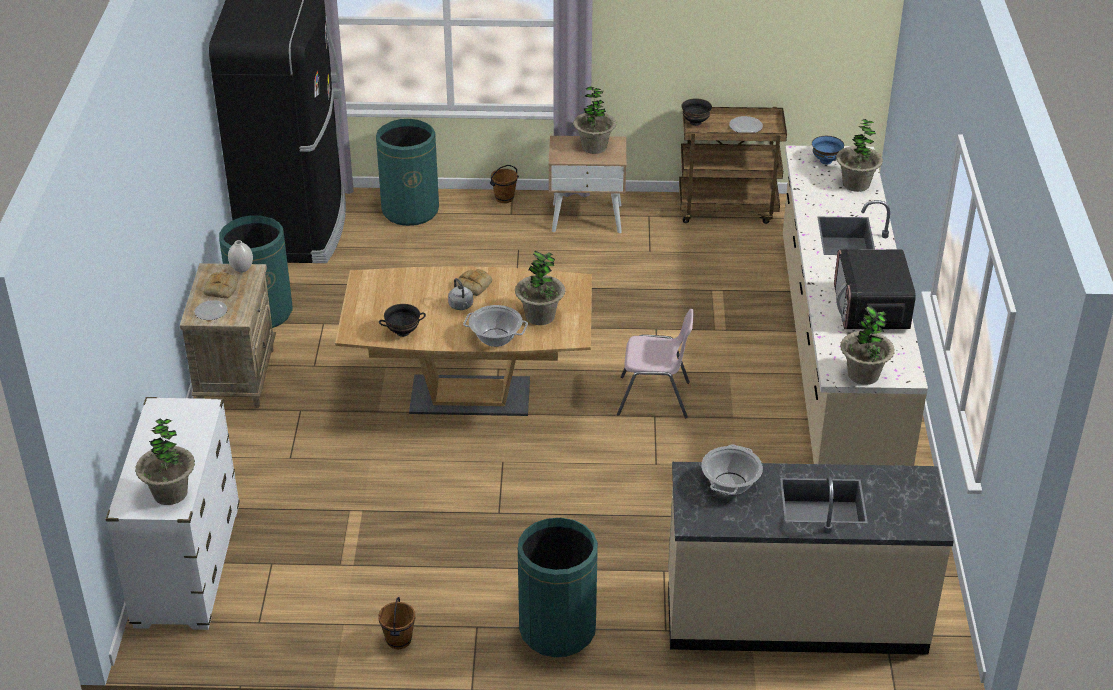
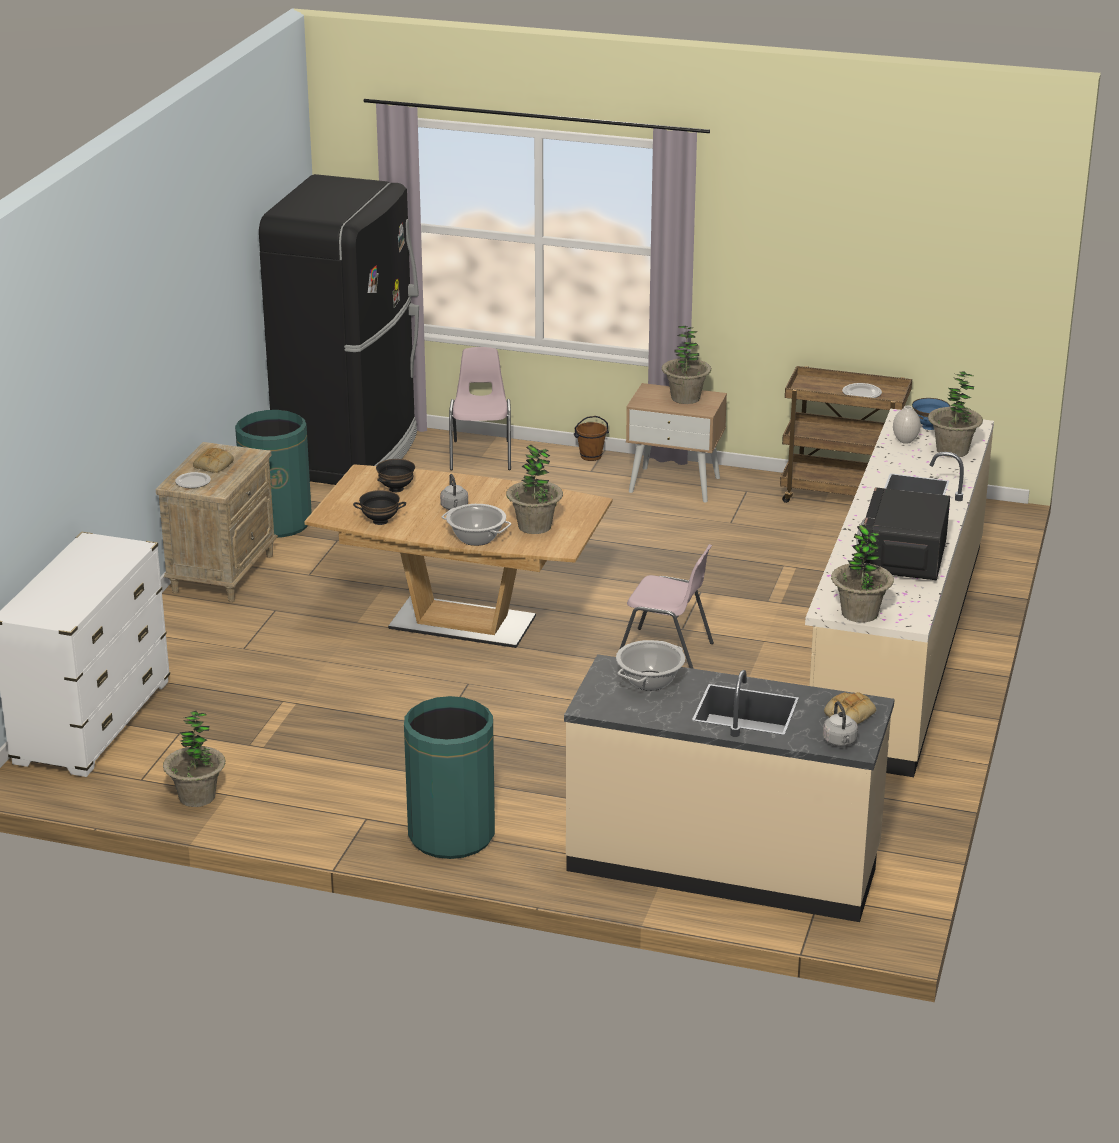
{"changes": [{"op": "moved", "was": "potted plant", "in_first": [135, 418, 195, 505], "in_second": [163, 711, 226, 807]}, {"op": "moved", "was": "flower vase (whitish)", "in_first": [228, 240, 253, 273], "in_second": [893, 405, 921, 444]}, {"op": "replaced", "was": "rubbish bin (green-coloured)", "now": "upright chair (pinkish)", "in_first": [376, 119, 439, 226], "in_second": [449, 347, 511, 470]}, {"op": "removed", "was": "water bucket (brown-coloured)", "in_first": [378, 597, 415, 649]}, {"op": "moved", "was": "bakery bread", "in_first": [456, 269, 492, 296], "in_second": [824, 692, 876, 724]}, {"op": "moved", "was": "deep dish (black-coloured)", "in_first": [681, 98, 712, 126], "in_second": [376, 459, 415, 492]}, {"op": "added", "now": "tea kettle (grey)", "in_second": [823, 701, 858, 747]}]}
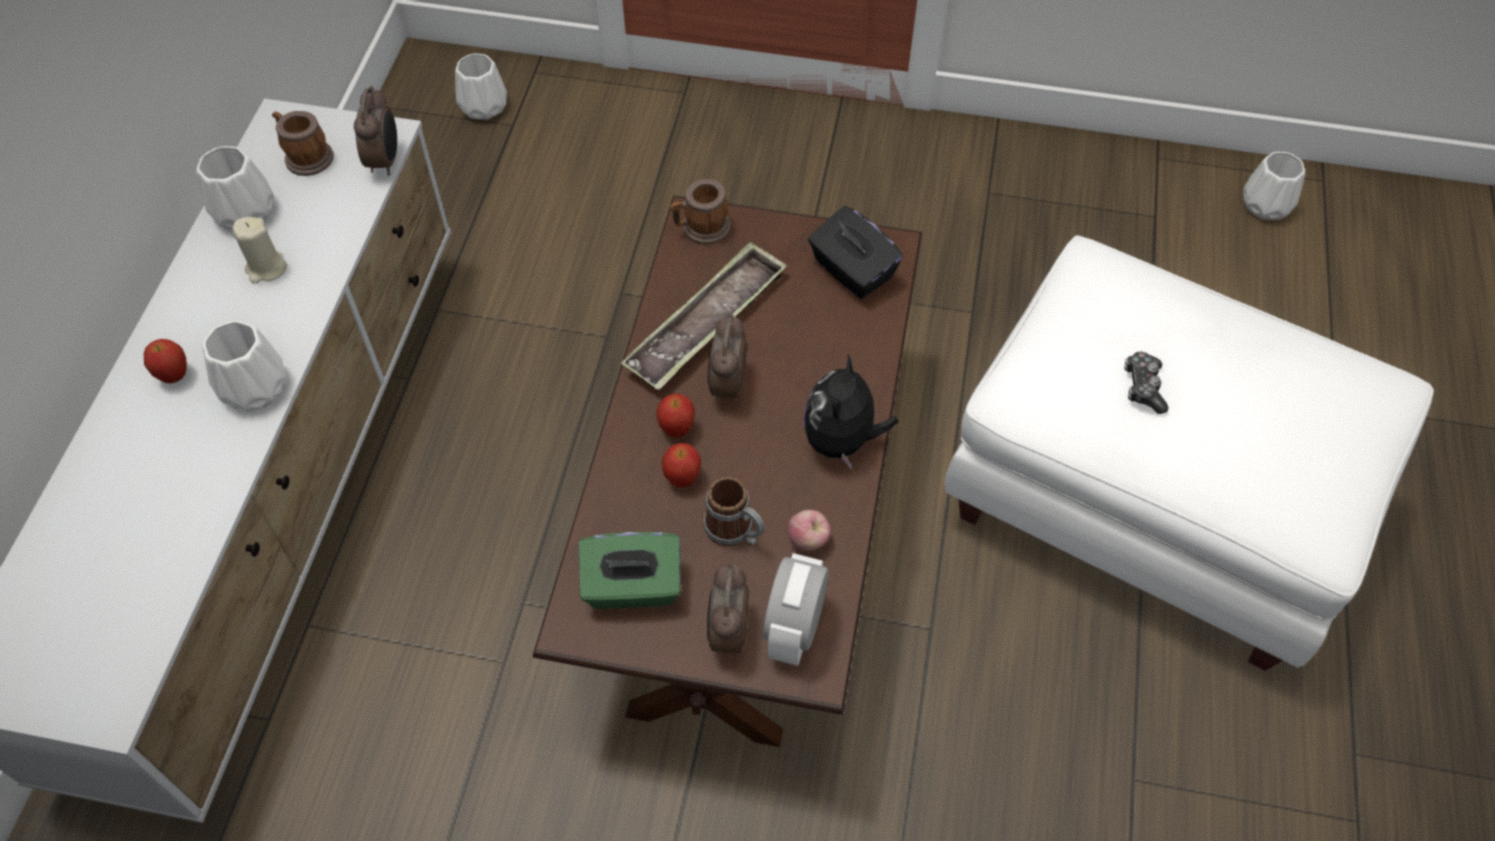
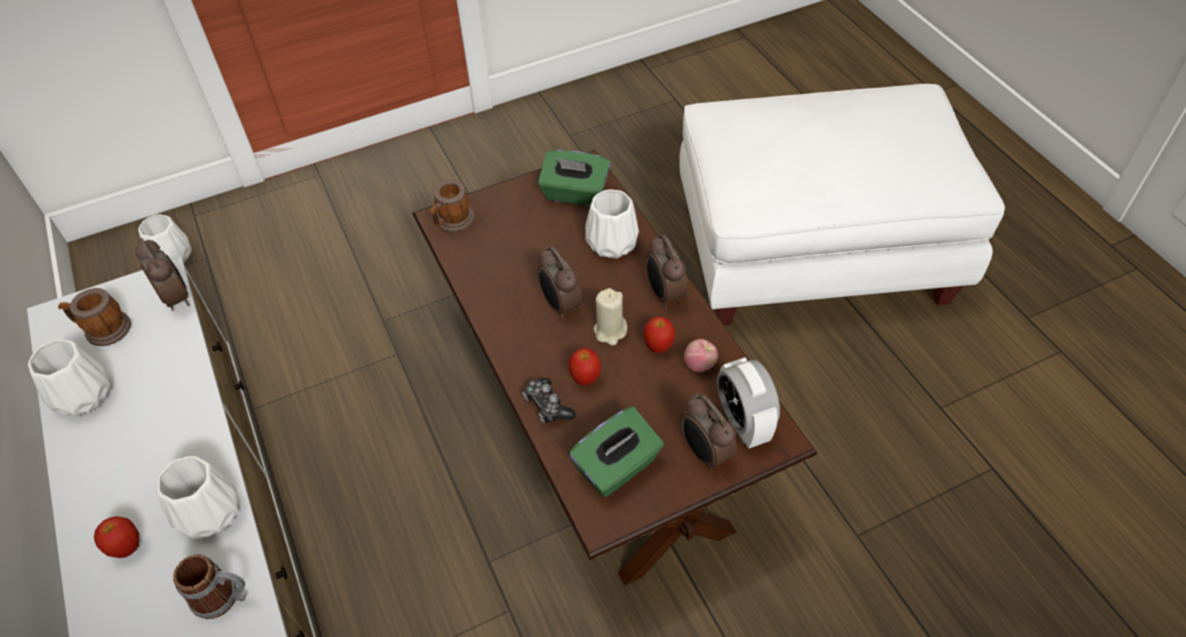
{"changes": [{"op": "moved", "was": "wax candle (beige)", "in_first": [233, 217, 287, 284], "in_second": [594, 288, 627, 346]}, {"op": "removed", "was": "serving tray", "in_first": [621, 241, 787, 390]}, {"op": "moved", "was": "apple", "in_first": [656, 394, 695, 437], "in_second": [643, 316, 676, 353]}, {"op": "moved", "was": "tea mug", "in_first": [704, 477, 765, 547], "in_second": [173, 554, 246, 619]}, {"op": "replaced", "was": "cuddly toy", "now": "alarm clock", "in_first": [803, 354, 899, 470], "in_second": [646, 233, 687, 308]}, {"op": "recoloured", "was": "tissue box (black-coloured)", "now": "tissue box (green-coloured)", "in_first": [808, 206, 903, 299], "in_second": [538, 150, 611, 206]}, {"op": "moved", "was": "joypad", "in_first": [1124, 352, 1169, 414], "in_second": [523, 378, 576, 423]}, {"op": "moved", "was": "flower vase (whitish)", "in_first": [1243, 152, 1305, 220], "in_second": [585, 190, 639, 258]}]}
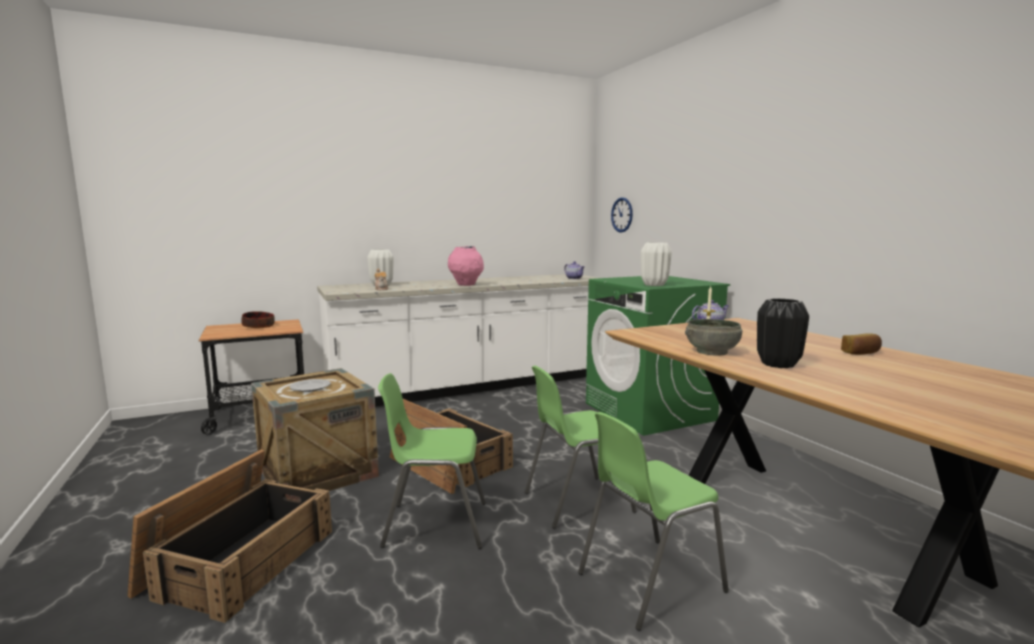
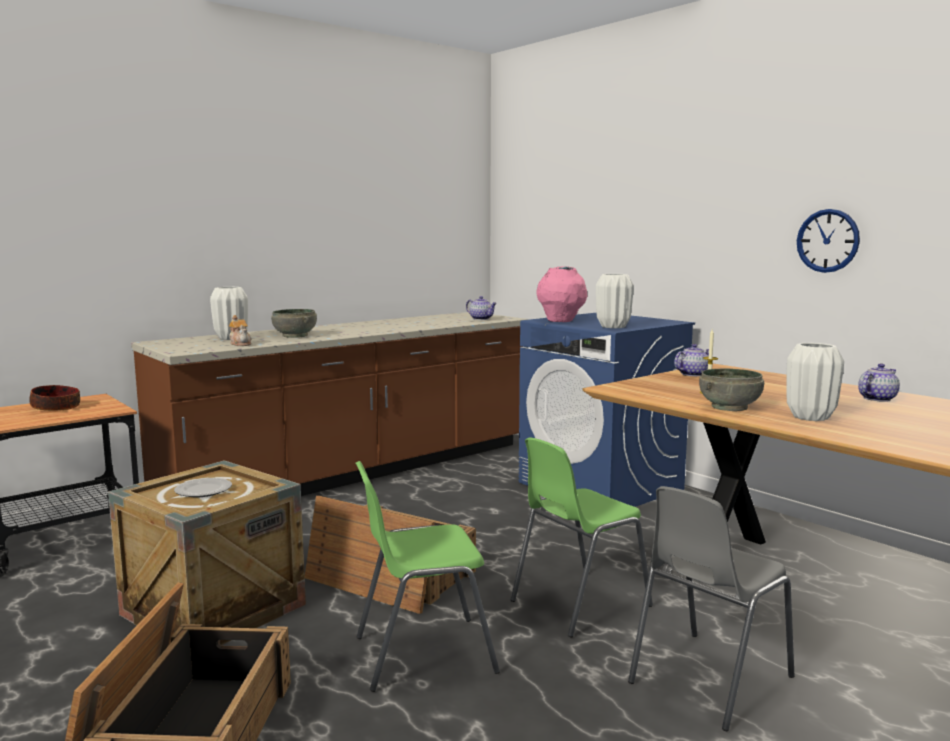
{"changes": [{"op": "recoloured", "was": "kitchen counter (whitish)", "now": "kitchen counter (brown-coloured)", "in_first": [317, 274, 598, 407], "in_second": [131, 312, 528, 496]}, {"op": "moved", "was": "flower vase (pinkish)", "in_first": [448, 246, 484, 286], "in_second": [536, 266, 587, 322]}, {"op": "recoloured", "was": "upright chair (green-coloured)", "now": "upright chair (grey)", "in_first": [578, 412, 729, 631], "in_second": [628, 486, 795, 731]}, {"op": "recoloured", "was": "laundry machine (green-coloured)", "now": "laundry machine (bluish)", "in_first": [586, 276, 730, 436], "in_second": [519, 313, 695, 507]}, {"op": "moved", "was": "hanging clock", "in_first": [611, 197, 633, 233], "in_second": [797, 209, 860, 273]}, {"op": "recoloured", "was": "flower vase (black-coloured)", "now": "flower vase (whitish)", "in_first": [757, 298, 809, 368], "in_second": [786, 343, 844, 421]}, {"op": "replaced", "was": "bakery bread", "now": "pot for tea", "in_first": [841, 333, 882, 355], "in_second": [858, 363, 900, 402]}, {"op": "added", "now": "deep dish (grey)", "in_second": [271, 309, 317, 338]}]}
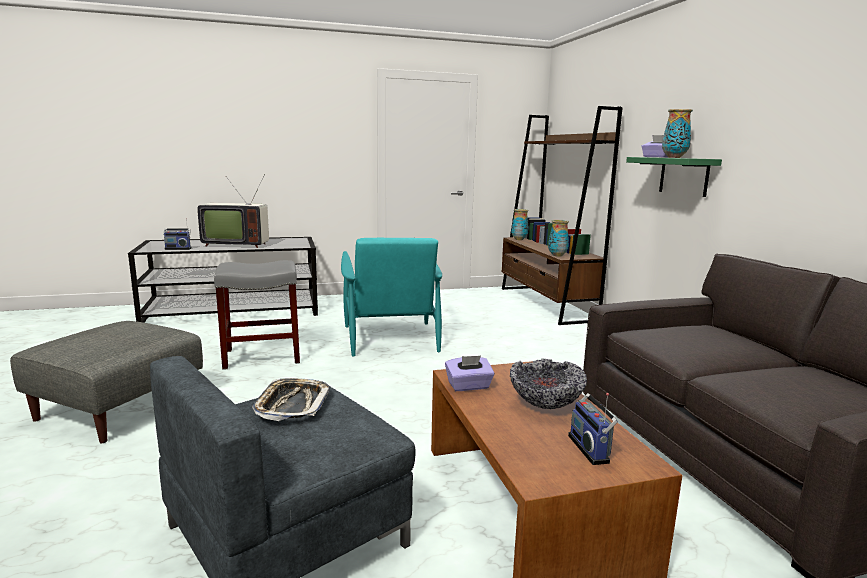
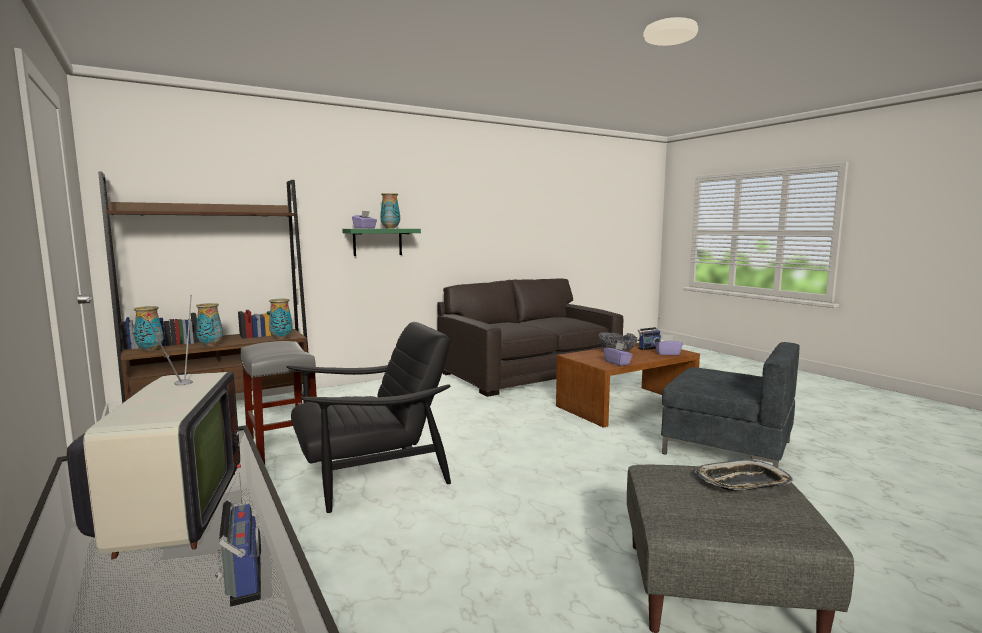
{"changes": [{"op": "moved", "was": "stool (grey)", "in_first": [214, 260, 300, 370], "in_second": [240, 341, 317, 465]}, {"op": "moved", "was": "serving tray", "in_first": [252, 378, 330, 421], "in_second": [695, 459, 793, 491]}, {"op": "recoloured", "was": "easy chair (turquoise-coloured)", "now": "easy chair (black-coloured)", "in_first": [341, 238, 442, 356], "in_second": [287, 322, 451, 513]}, {"op": "added", "now": "flower vase", "in_second": [196, 303, 223, 346]}, {"op": "added", "now": "tissue box (purplish)", "in_second": [655, 335, 683, 355]}]}
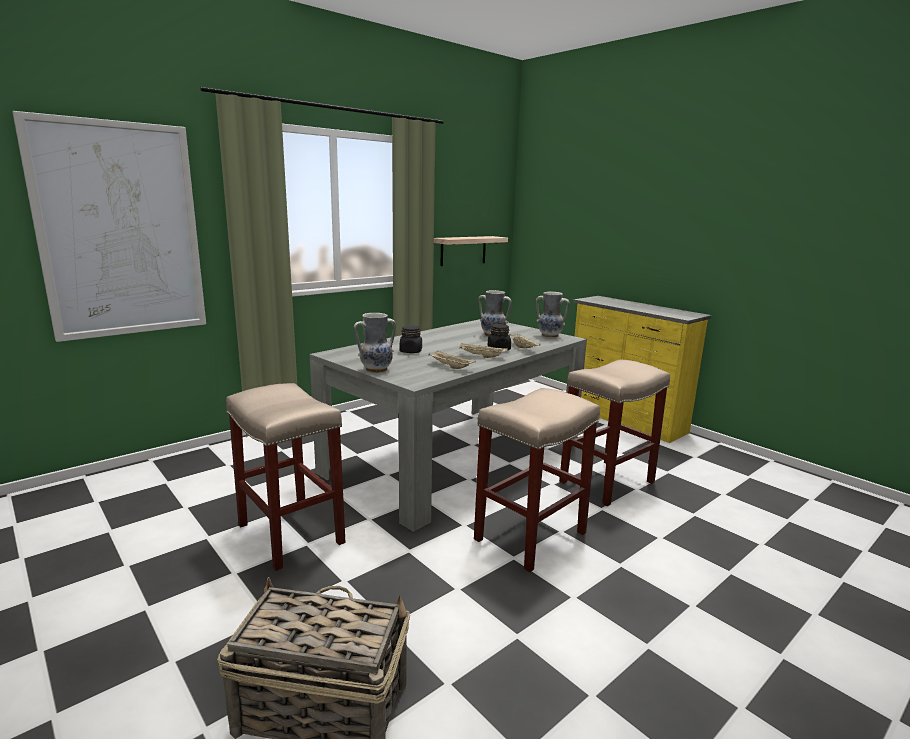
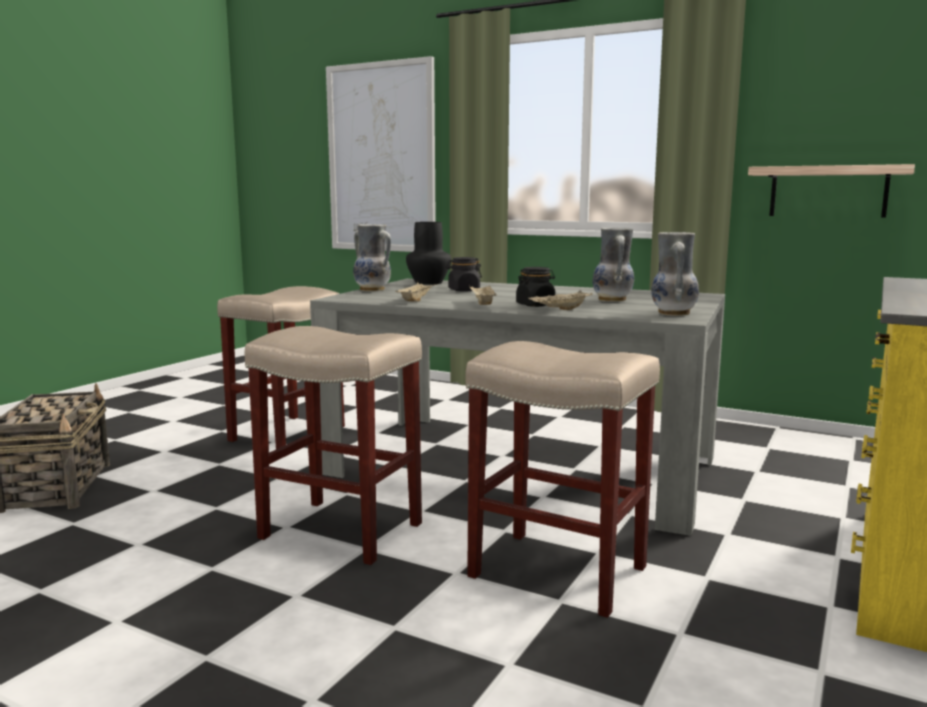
{"changes": [{"op": "added", "now": "flower vase (black-coloured)", "in_second": [406, 222, 451, 285]}]}
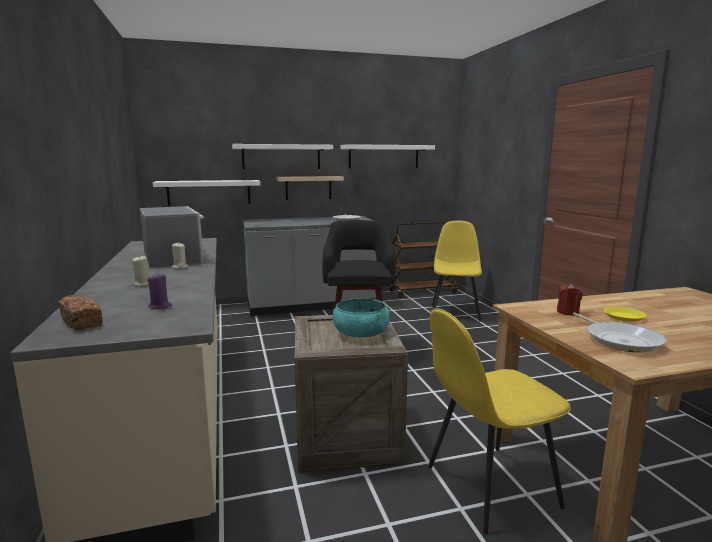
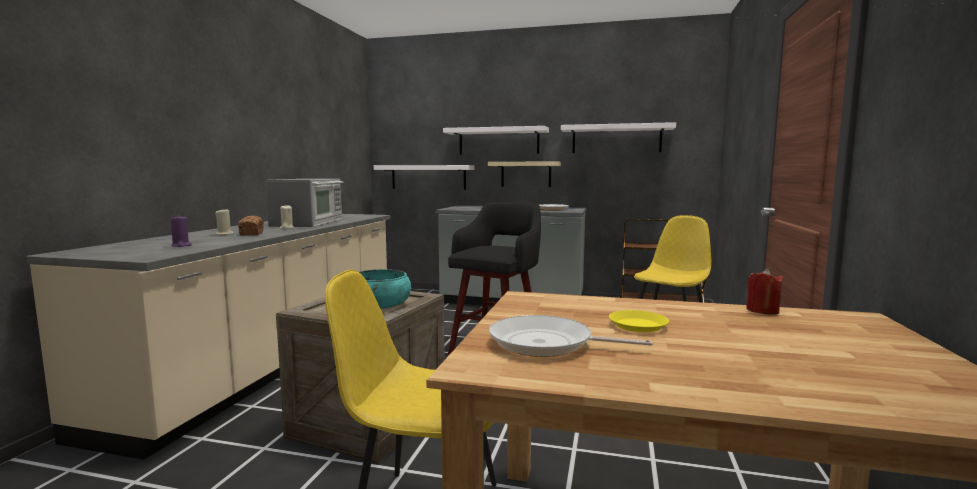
{"changes": [{"op": "moved", "was": "bakery bread", "in_first": [59, 294, 103, 331], "in_second": [238, 216, 264, 236]}, {"op": "moved", "was": "wax candle (red)", "in_first": [557, 284, 583, 316], "in_second": [746, 269, 783, 315]}, {"op": "turned", "was": "frying pan", "in_first": [573, 313, 667, 353], "in_second": [489, 315, 652, 357], "clockwise": 90}]}
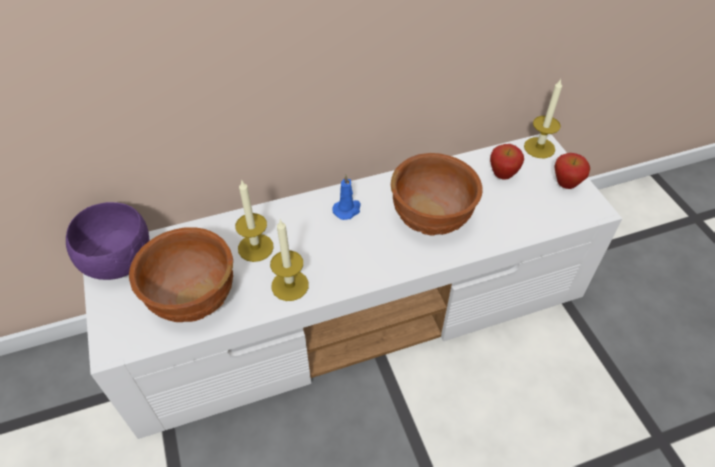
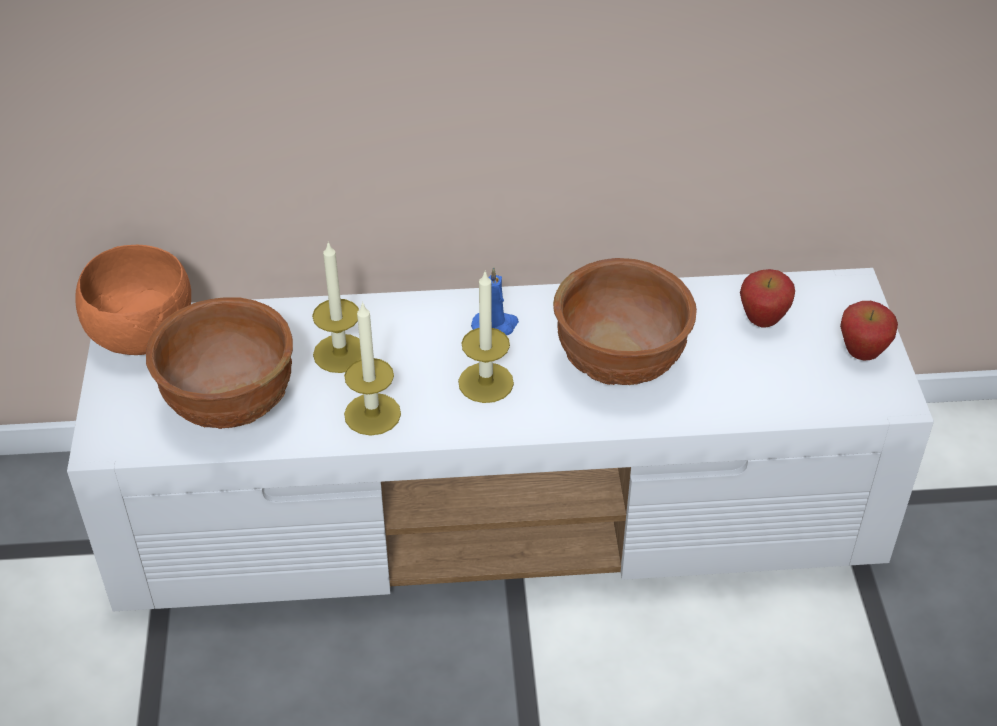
{"changes": [{"op": "recoloured", "was": "deep dish (purplish)", "now": "deep dish (orange-coloured)", "in_first": [66, 202, 149, 280], "in_second": [75, 245, 191, 355]}, {"op": "moved", "was": "wax candle", "in_first": [524, 79, 562, 158], "in_second": [458, 270, 514, 403]}]}
